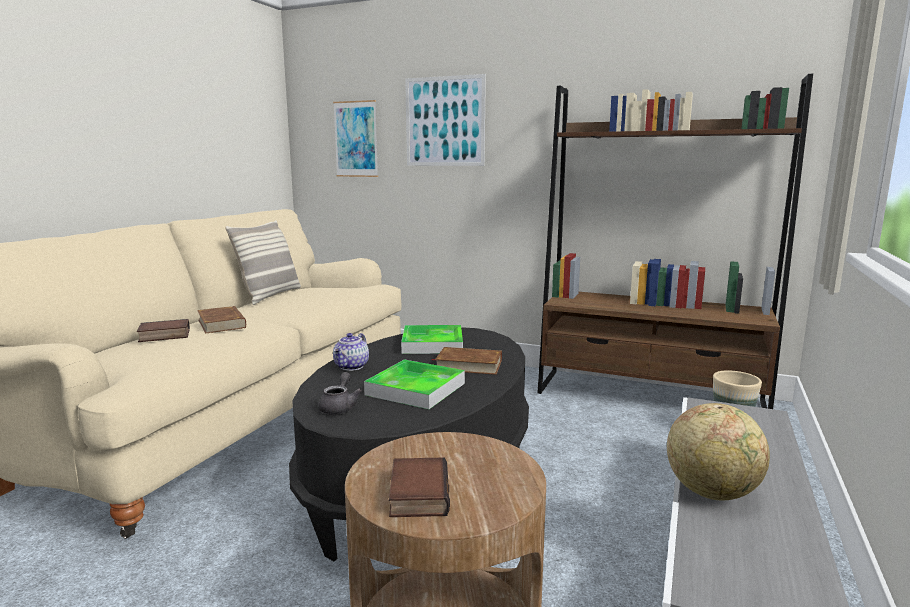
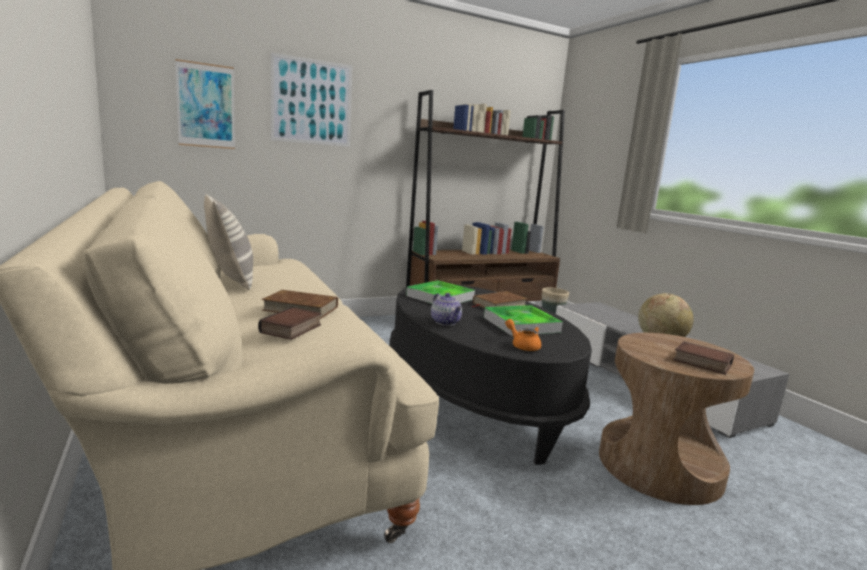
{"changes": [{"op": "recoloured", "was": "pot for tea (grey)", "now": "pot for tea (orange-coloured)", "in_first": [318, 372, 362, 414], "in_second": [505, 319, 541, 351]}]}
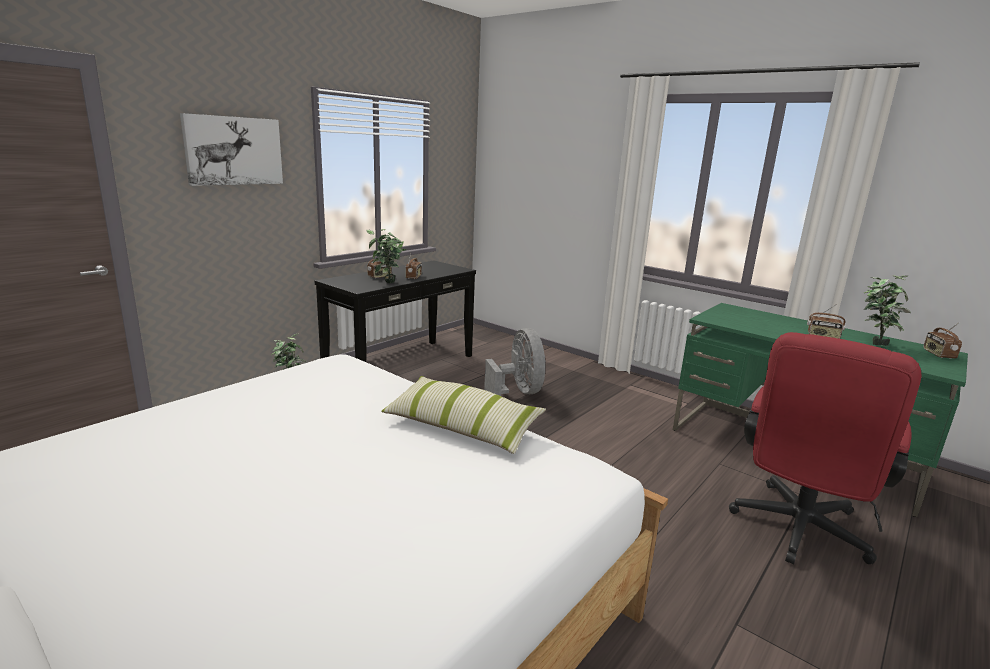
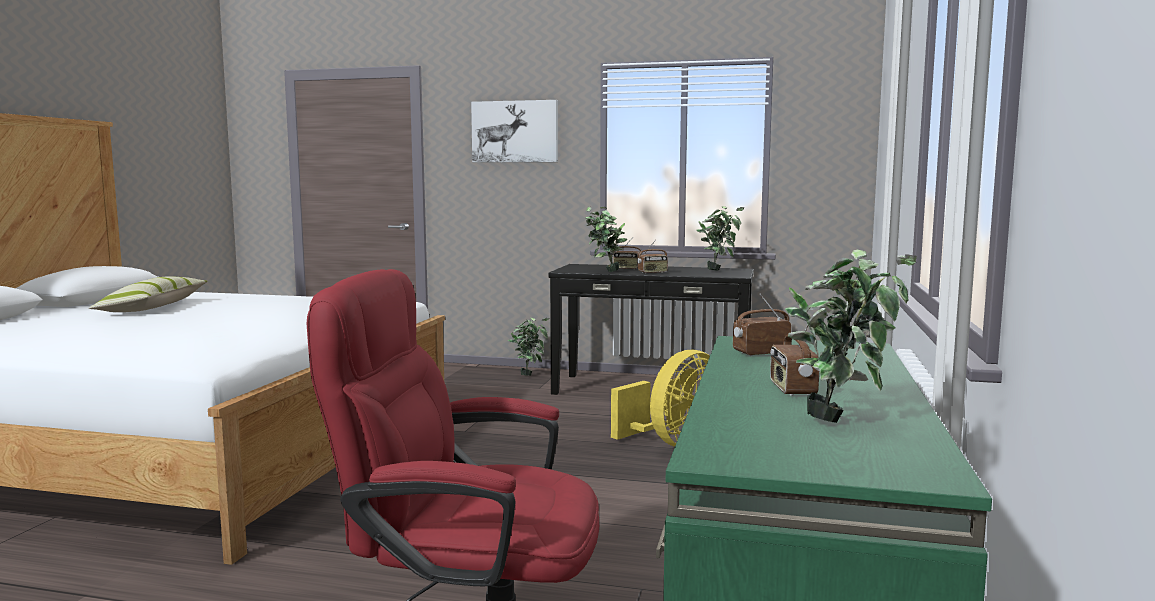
{"changes": [{"op": "moved", "was": "throw pillow", "in_first": [381, 376, 546, 454], "in_second": [89, 276, 208, 312]}, {"op": "recoloured", "was": "electric fan (grey)", "now": "electric fan (yellow-coloured)", "in_first": [484, 328, 546, 396], "in_second": [611, 350, 710, 447]}, {"op": "moved", "was": "radio set", "in_first": [923, 323, 962, 359], "in_second": [733, 294, 791, 356]}, {"op": "added", "now": "potted plant", "in_second": [696, 206, 744, 271]}]}
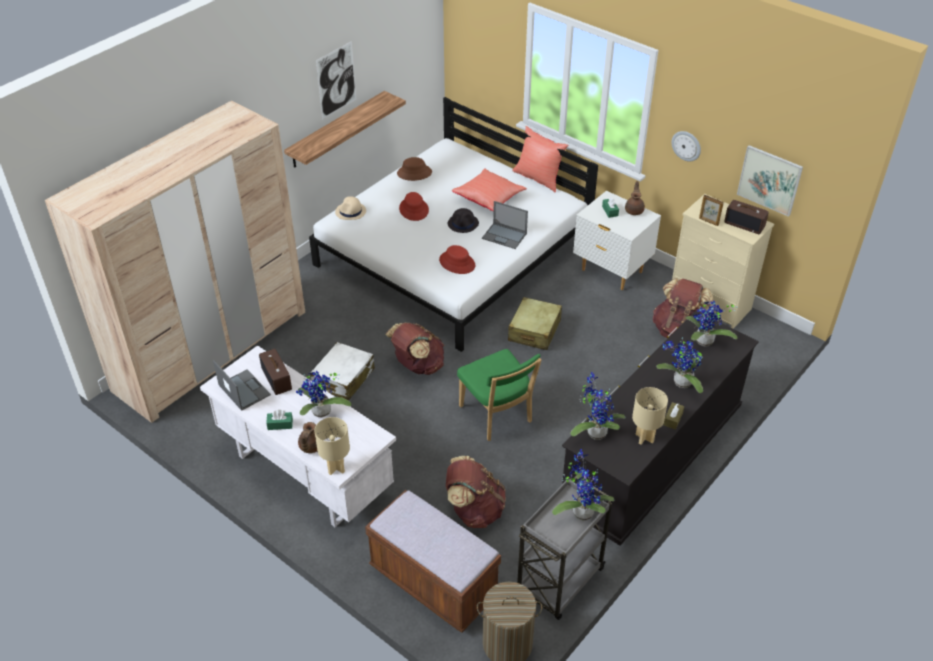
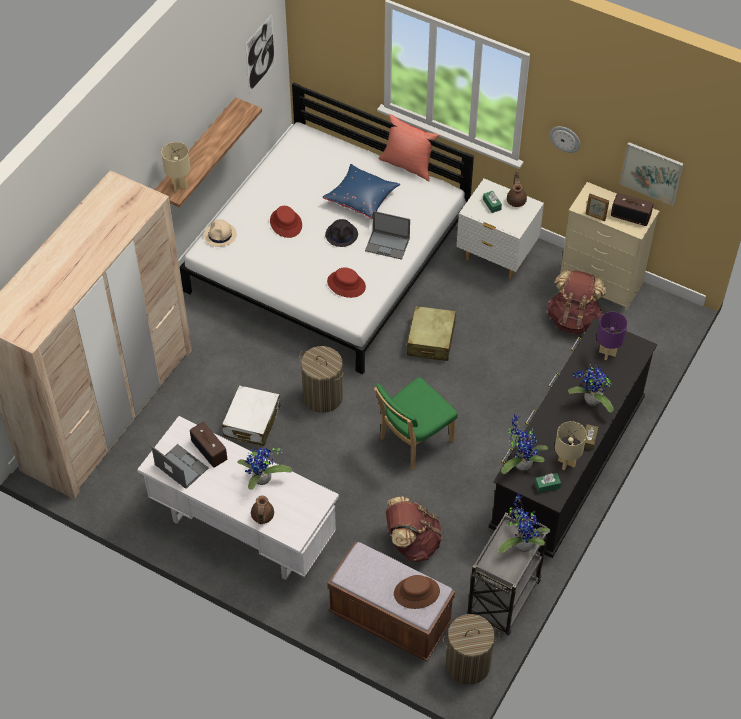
{"changes": [{"op": "moved", "was": "tissue box (green-coloured)", "in_first": [266, 410, 293, 430], "in_second": [535, 473, 561, 493]}, {"op": "moved", "was": "lamp for a table (beige)", "in_first": [315, 417, 350, 475], "in_second": [161, 142, 191, 192]}, {"op": "moved", "was": "wall picture", "in_first": [316, 41, 356, 119], "in_second": [245, 14, 276, 93]}, {"op": "replaced", "was": "rucksack (brown-coloured)", "now": "washing basket", "in_first": [385, 323, 444, 375], "in_second": [299, 346, 344, 413]}, {"op": "moved", "was": "wearable hat (brown-coloured)", "in_first": [397, 157, 432, 181], "in_second": [394, 575, 440, 609]}, {"op": "recoloured", "was": "throw pillow (red)", "now": "throw pillow (bluish)", "in_first": [452, 168, 527, 212], "in_second": [322, 164, 400, 219]}, {"op": "turned", "was": "upright chair (green-coloured)", "in_first": [457, 349, 542, 441], "in_second": [374, 377, 458, 470], "clockwise": 90}, {"op": "replaced", "was": "potted plant", "now": "lamp for a table (purplish)", "in_first": [686, 301, 738, 347], "in_second": [597, 312, 628, 360]}]}
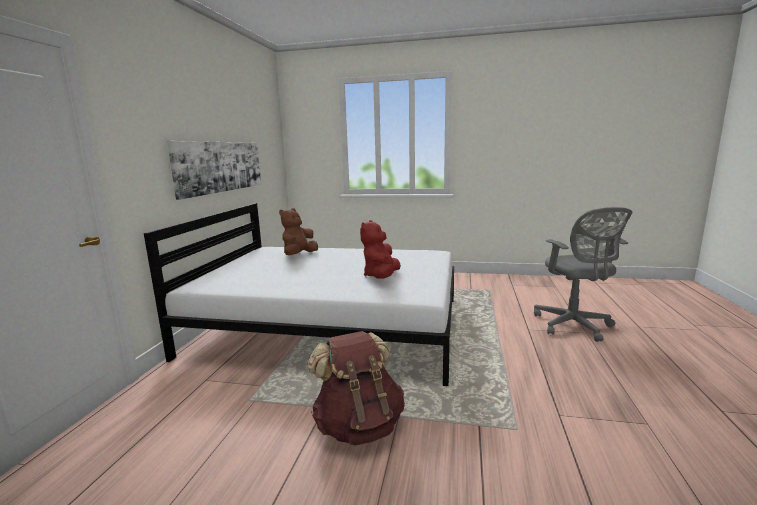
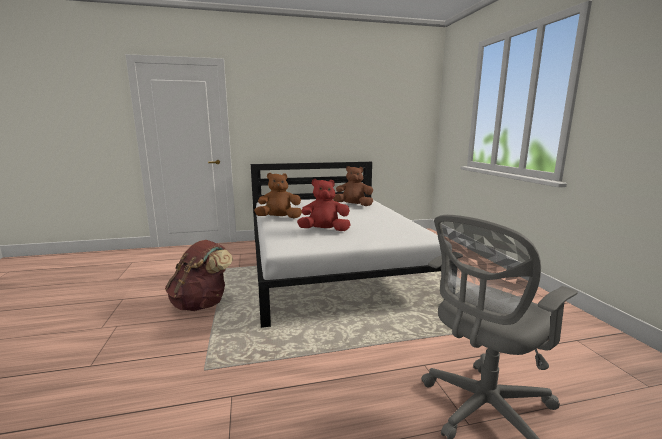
{"changes": [{"op": "removed", "was": "wall picture", "in_first": [167, 141, 261, 200]}, {"op": "added", "now": "cuddly toy (brown-coloured)", "in_second": [254, 173, 302, 218]}]}
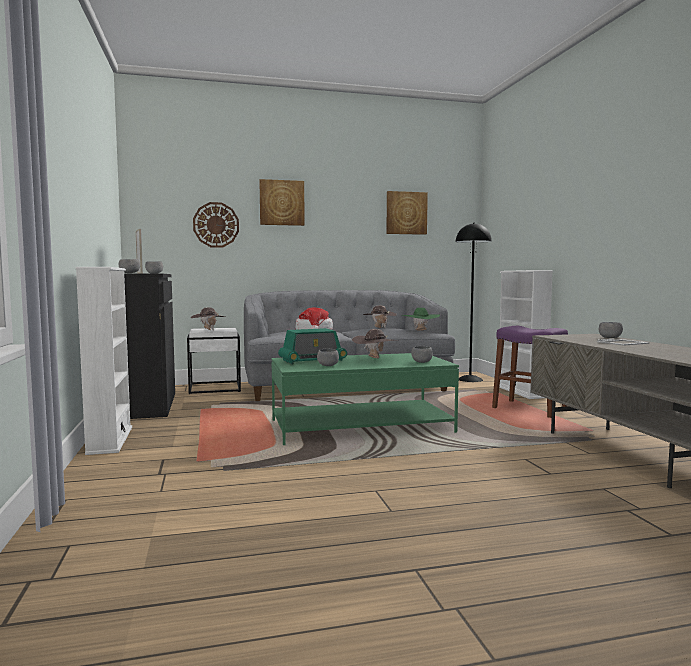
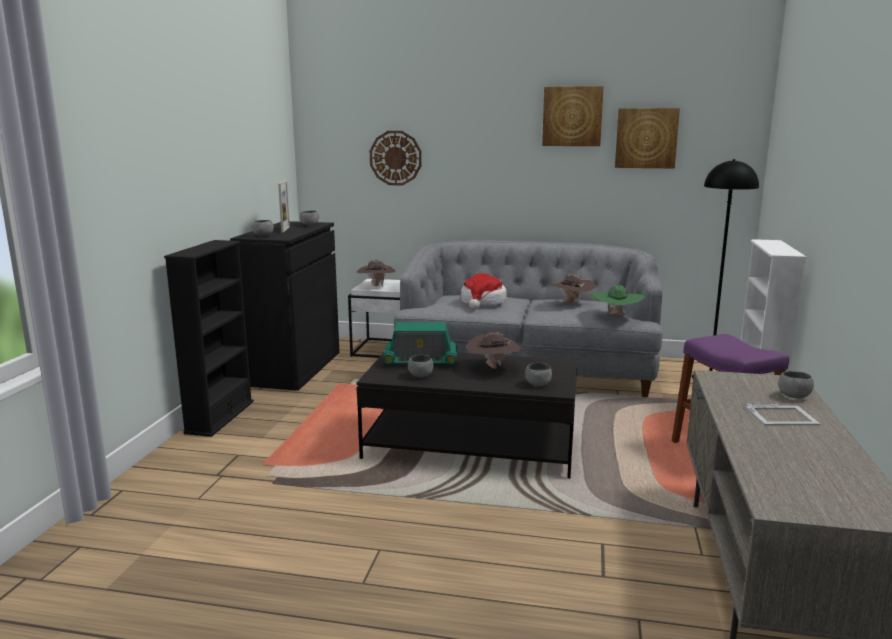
{"changes": [{"op": "recoloured", "was": "bookshelf (whitish)", "now": "bookshelf (black-coloured)", "in_first": [76, 267, 132, 455], "in_second": [164, 240, 254, 437]}, {"op": "moved", "was": "wall picture", "in_first": [259, 179, 305, 226], "in_second": [542, 86, 604, 146]}, {"op": "recoloured", "was": "lounge table (green-coloured)", "now": "lounge table (black-coloured)", "in_first": [271, 353, 459, 445], "in_second": [357, 353, 577, 478]}]}
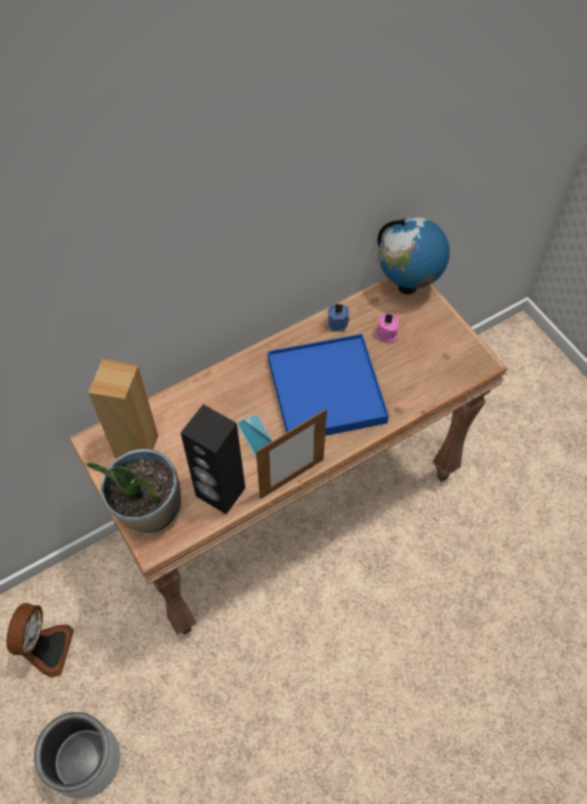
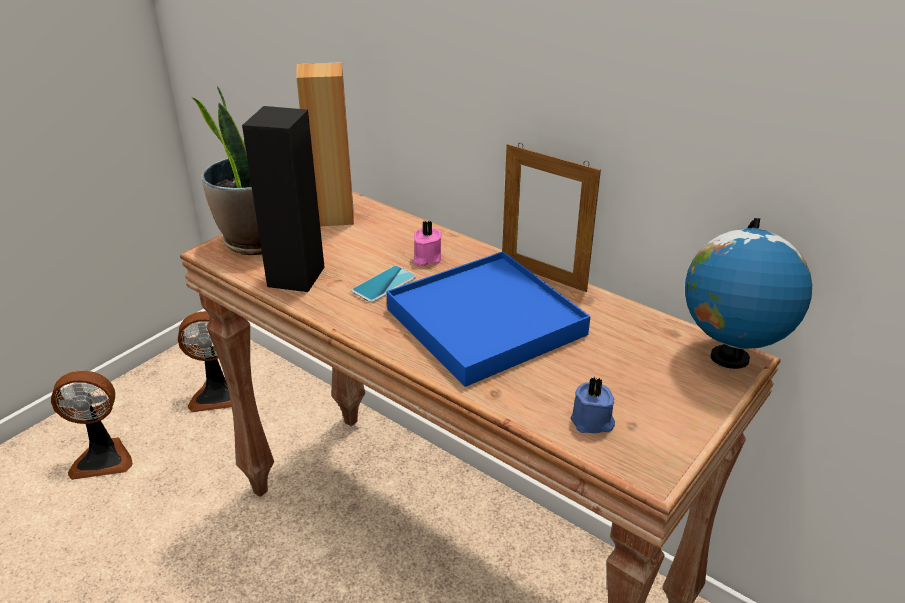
{"changes": [{"op": "replaced", "was": "plant pot (grey)", "now": "electric fan", "in_first": [34, 712, 120, 799], "in_second": [51, 371, 133, 480]}, {"op": "moved", "was": "photo frame", "in_first": [256, 409, 327, 499], "in_second": [502, 143, 601, 292]}, {"op": "moved", "was": "wax candle (bluish)", "in_first": [328, 304, 349, 332], "in_second": [571, 377, 615, 433]}, {"op": "moved", "was": "wax candle (pinkish)", "in_first": [376, 313, 399, 343], "in_second": [414, 221, 442, 266]}]}
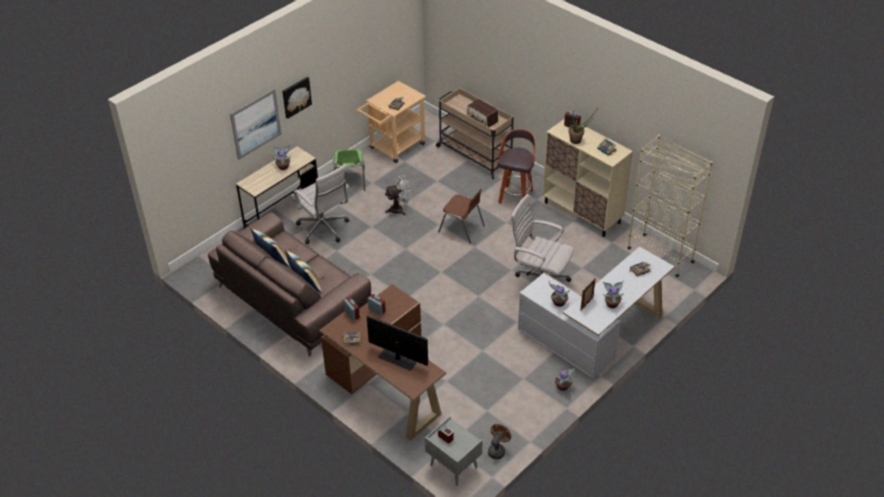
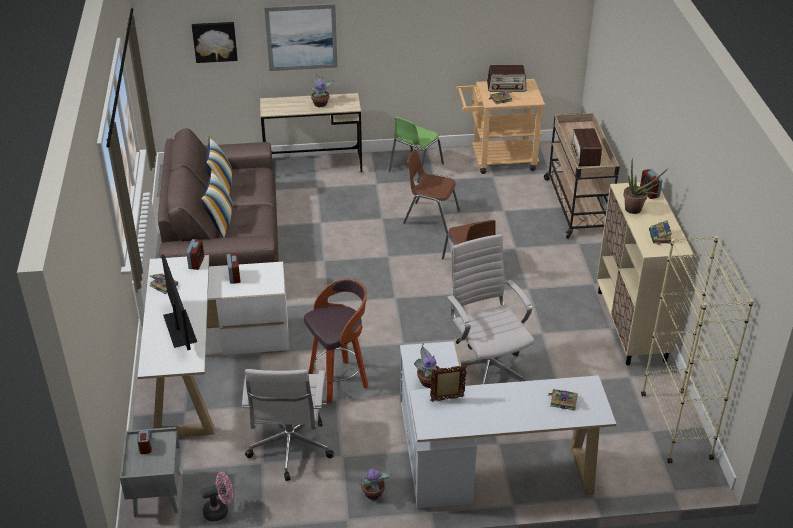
{"changes": [{"op": "moved", "was": "wall picture", "in_first": [282, 77, 312, 119], "in_second": [192, 22, 238, 63]}, {"op": "moved", "was": "computer chair (whitish)", "in_first": [291, 164, 350, 244], "in_second": [242, 369, 334, 481]}, {"op": "recoloured", "was": "desk (brown-coloured)", "now": "desk (whitish)", "in_first": [319, 284, 446, 441], "in_second": [137, 255, 289, 438]}, {"op": "replaced", "was": "electric fan (whitish)", "now": "upright chair (brown-coloured)", "in_first": [385, 175, 413, 215], "in_second": [403, 149, 460, 234]}, {"op": "recoloured", "was": "electric fan (brown-coloured)", "now": "electric fan (pinkish)", "in_first": [488, 424, 511, 459], "in_second": [201, 472, 233, 522]}, {"op": "moved", "was": "stool", "in_first": [498, 129, 536, 204], "in_second": [304, 279, 368, 403]}, {"op": "removed", "was": "potted plant", "in_first": [603, 281, 624, 308]}, {"op": "added", "now": "radio set", "in_second": [487, 65, 526, 92]}]}
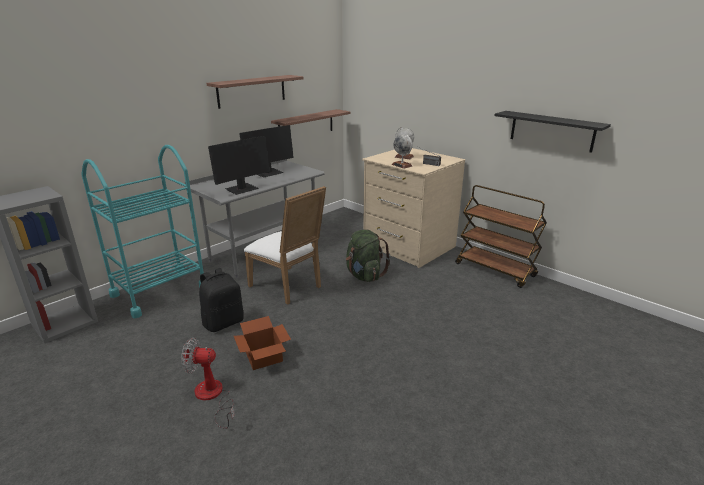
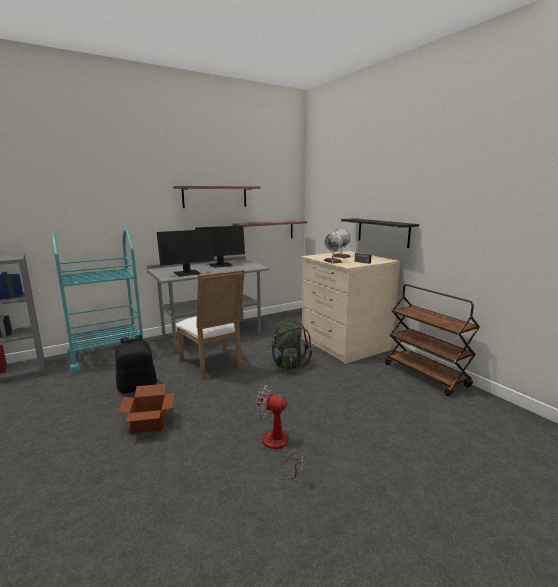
{"changes": [{"op": "moved", "was": "electric fan", "in_first": [181, 338, 235, 429], "in_second": [256, 385, 303, 479]}, {"op": "moved", "was": "shelf (black-coloured)", "in_first": [494, 111, 611, 152], "in_second": [341, 218, 419, 248]}]}
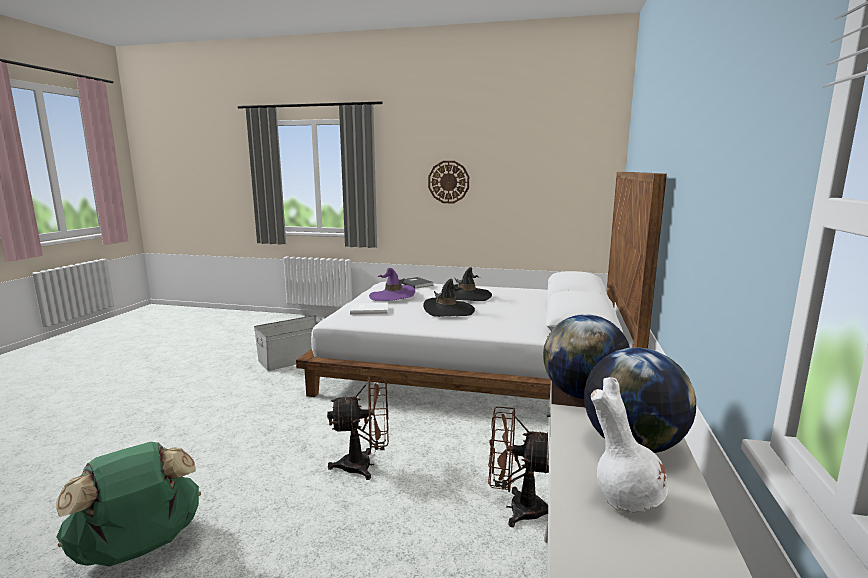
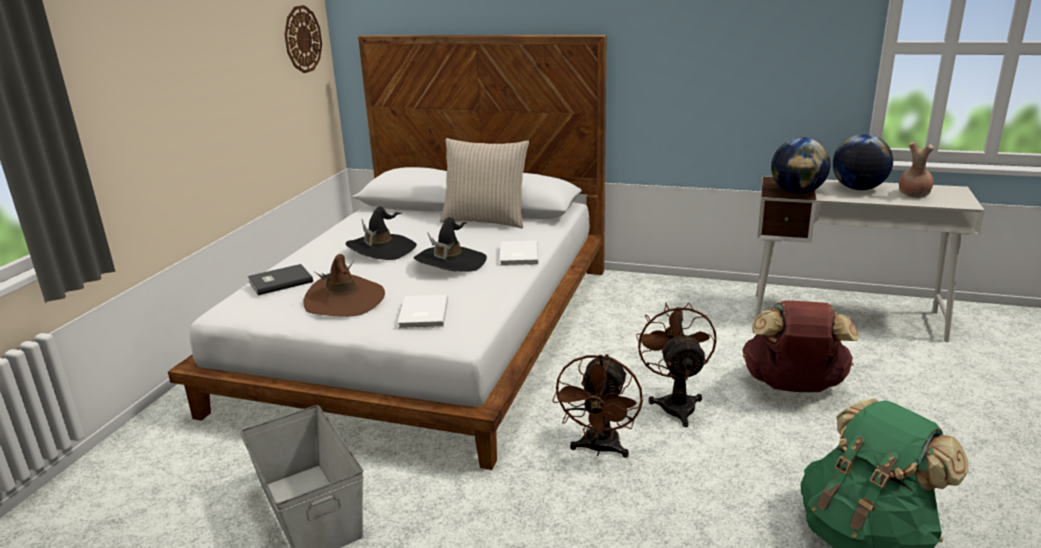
{"changes": [{"op": "recoloured", "was": "wearable hat (purplish)", "now": "wearable hat (brown-coloured)", "in_first": [369, 268, 415, 301], "in_second": [303, 254, 385, 317]}, {"op": "moved", "was": "hanging clock", "in_first": [428, 161, 469, 203], "in_second": [284, 5, 322, 73]}, {"op": "moved", "was": "electric fan (brown-coloured)", "in_first": [488, 407, 549, 527], "in_second": [552, 354, 643, 458]}, {"op": "recoloured", "was": "flower vase (whitish)", "now": "flower vase (brown-coloured)", "in_first": [591, 377, 668, 513], "in_second": [899, 142, 934, 198]}, {"op": "added", "now": "throw pillow (beige)", "in_second": [440, 138, 529, 228]}, {"op": "added", "now": "volume (whitish)", "in_second": [499, 241, 539, 266]}, {"op": "added", "now": "rucksack (brown-coloured)", "in_second": [742, 300, 858, 392]}]}
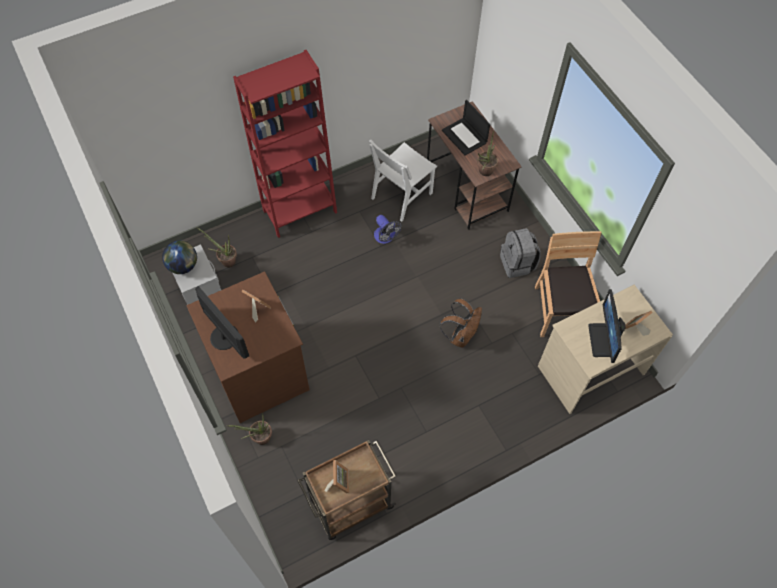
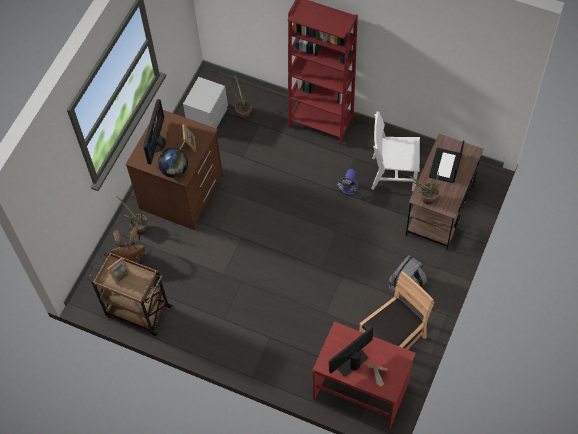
{"changes": [{"op": "moved", "was": "desk globe", "in_first": [162, 240, 197, 274], "in_second": [158, 148, 188, 178]}, {"op": "moved", "was": "rucksack (brown-coloured)", "in_first": [440, 299, 482, 348], "in_second": [111, 227, 145, 263]}, {"op": "recoloured", "was": "desk (beige)", "now": "desk (red)", "in_first": [538, 285, 673, 414], "in_second": [313, 322, 416, 430]}]}
